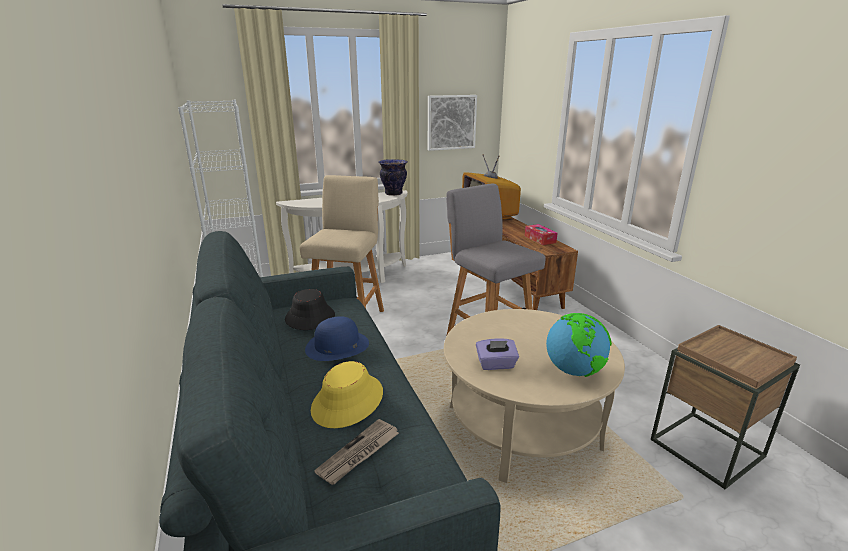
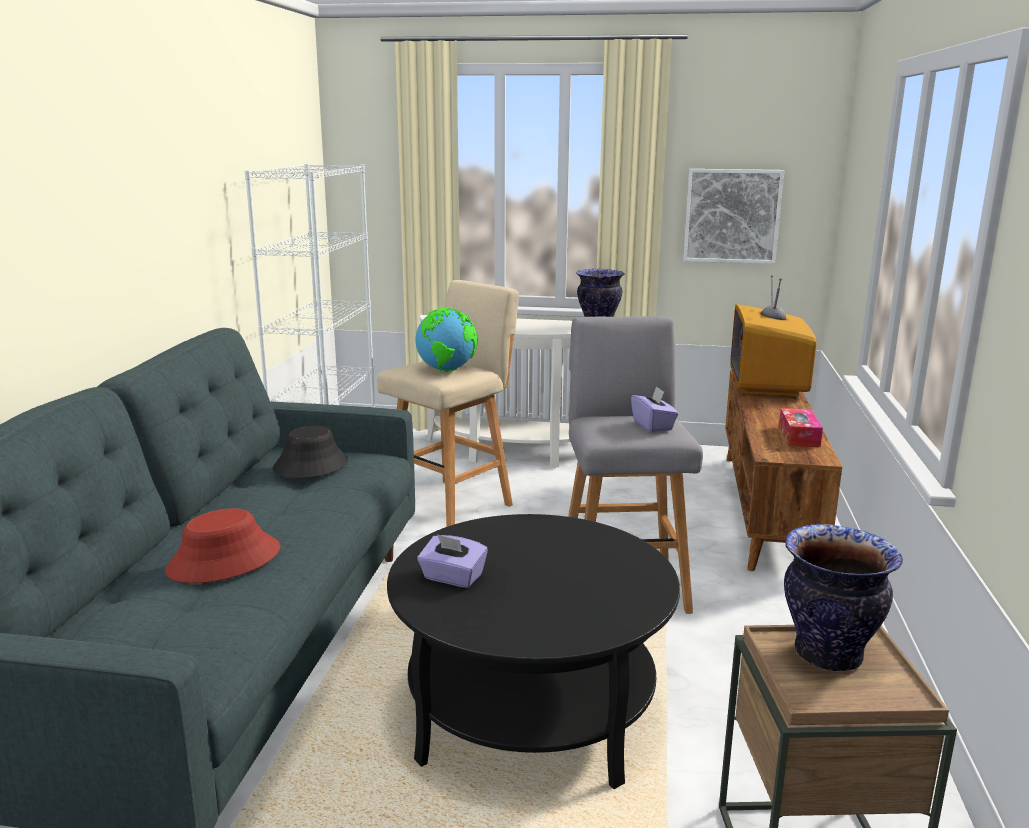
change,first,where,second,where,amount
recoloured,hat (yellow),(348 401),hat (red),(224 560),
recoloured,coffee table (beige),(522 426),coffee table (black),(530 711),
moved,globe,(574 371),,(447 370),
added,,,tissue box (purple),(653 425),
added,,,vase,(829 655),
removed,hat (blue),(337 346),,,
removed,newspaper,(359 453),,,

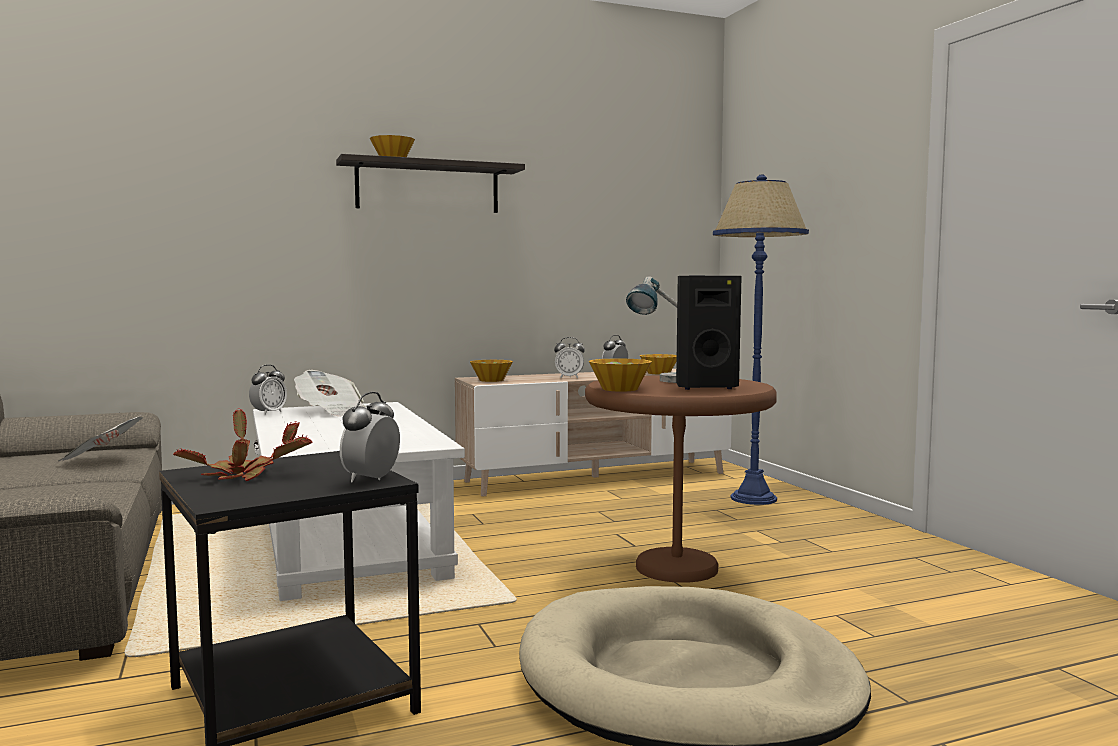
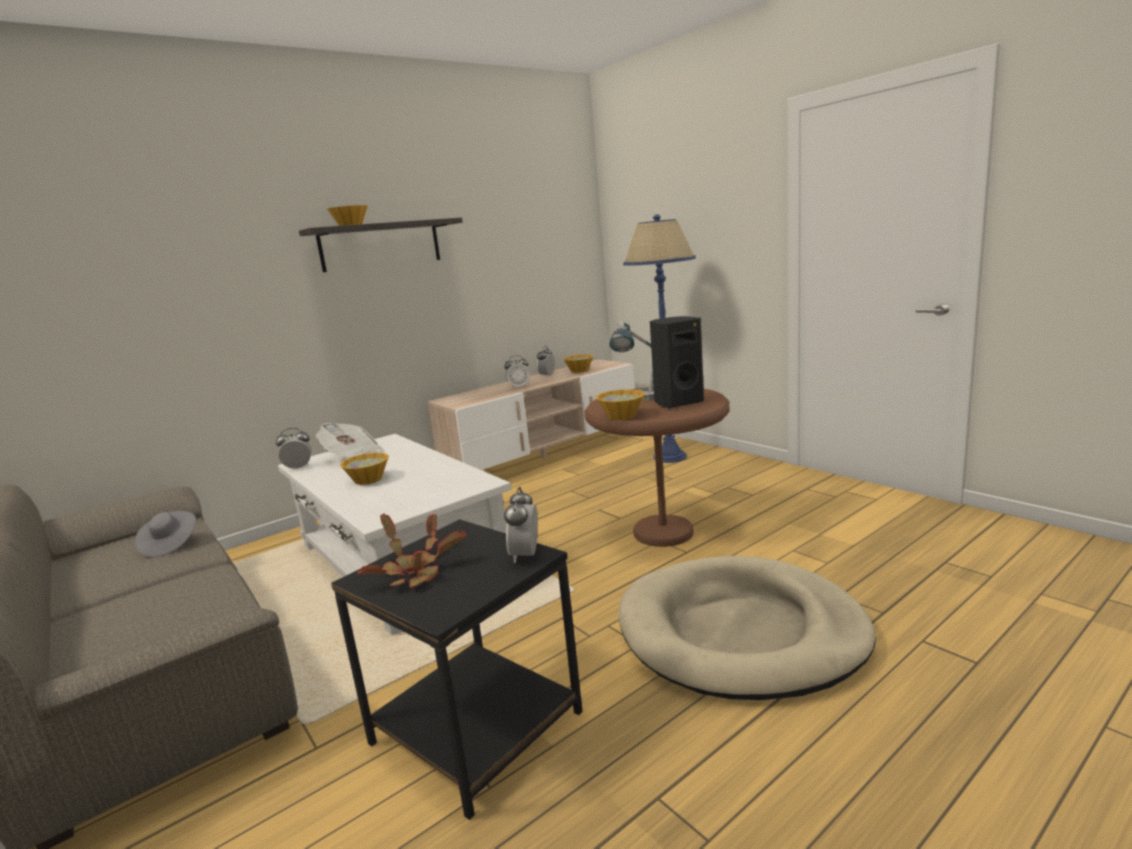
change,first,where,second,where,amount
replaced,newspaper,(102 460),hat (grey),(169 545),
turned,alarm clock,(268 413),,(298 468),120 degrees counterclockwise
moved,bowl,(491 380),,(368 480),

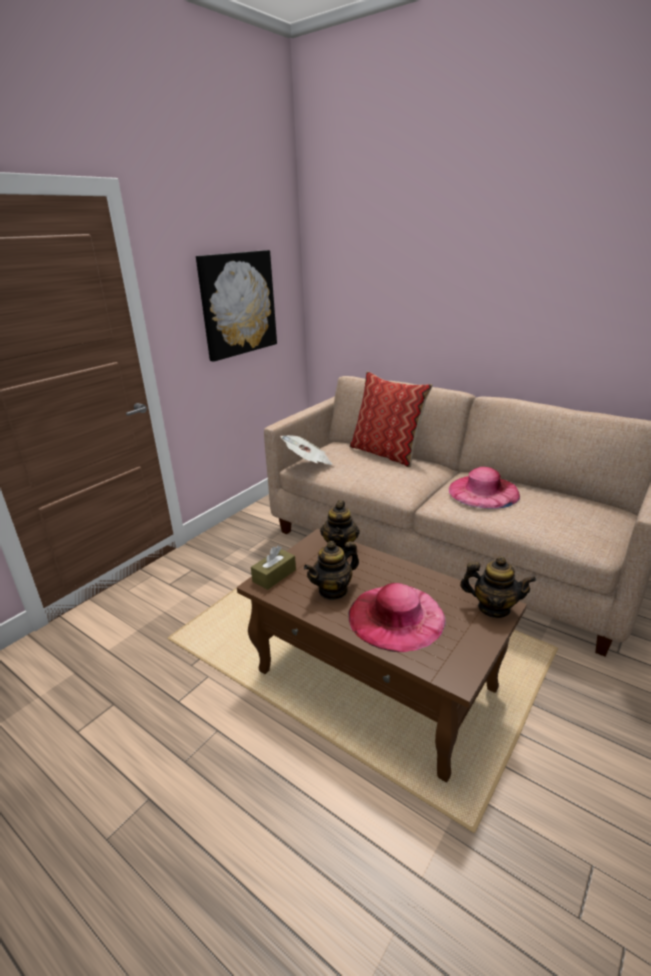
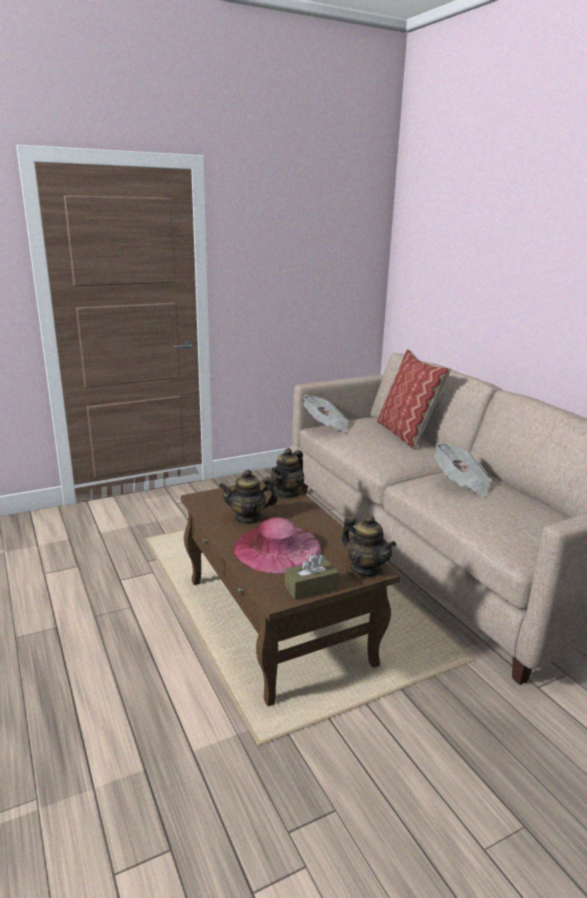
change,first,where,second,where,amount
moved,tissue box (brown),(274 575),,(311 588),
replaced,hat (pink),(483 491),newspaper,(461 484),
removed,picture,(238 304),,,

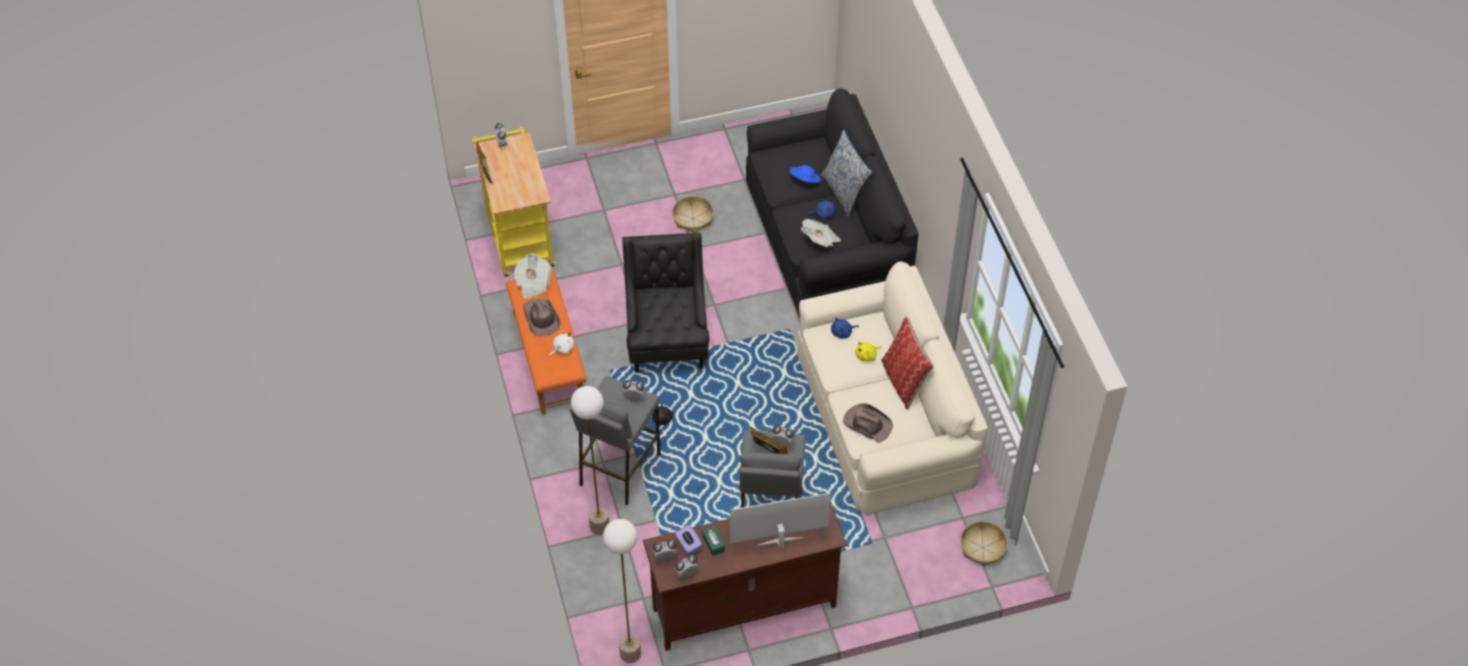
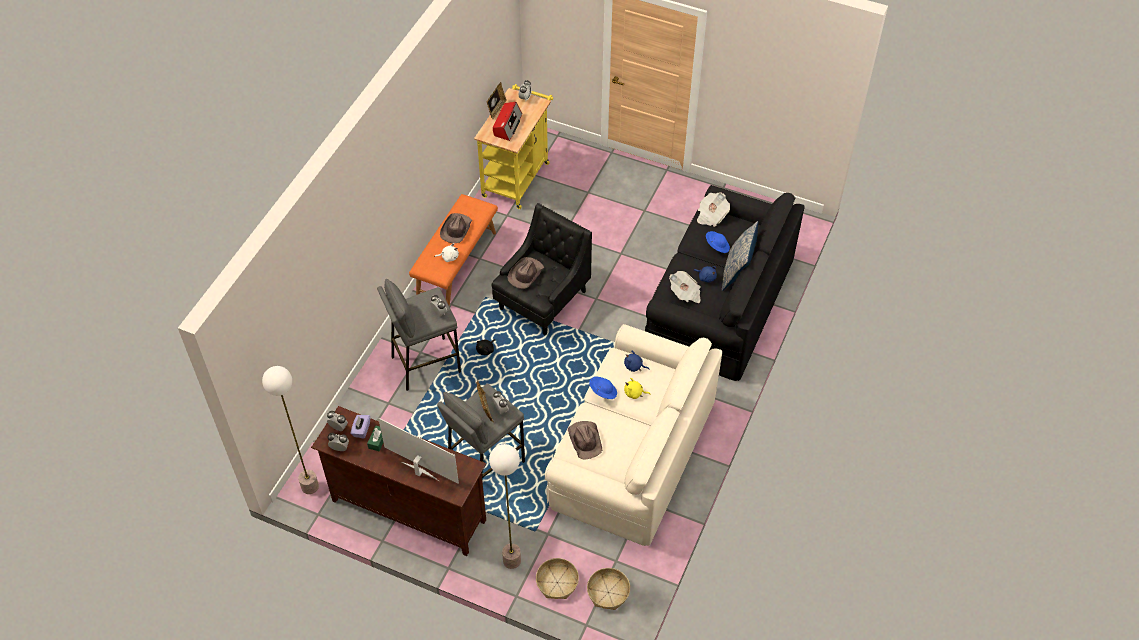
change,first,where,second,where,amount
moved,floor lamp,(599 526),,(511 561),
added,,,radio,(507 125),
added,,,hat (brown),(525 274),
moved,basket,(693 218),,(557 582),
added,,,hat (blue),(602 392),
moved,newspaper,(532 283),,(711 215),
removed,pillow,(904 382),,,

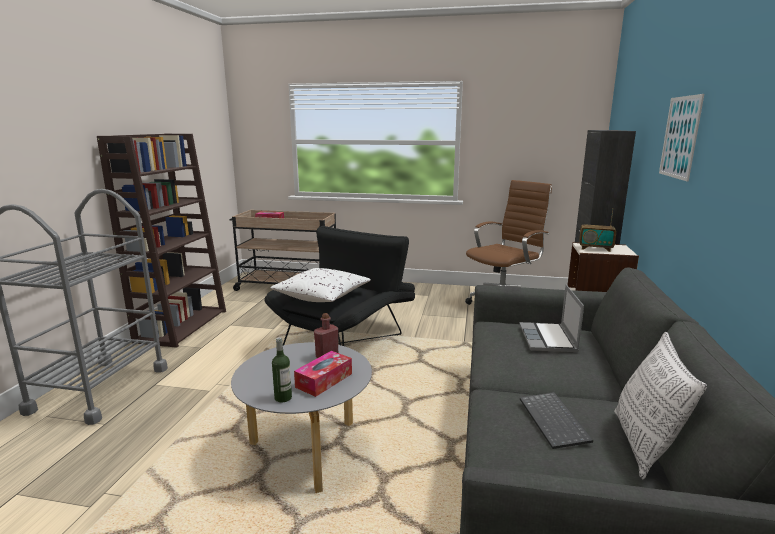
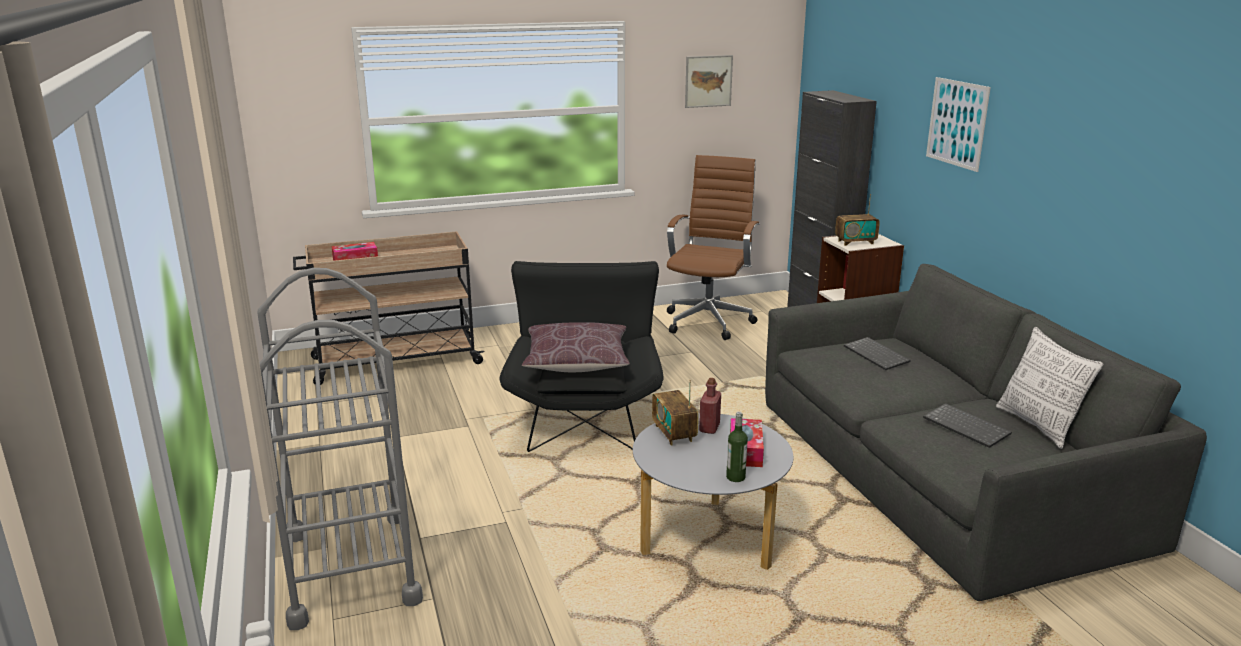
change,first,where,second,where,amount
recoloured,pillow (white),(322 296),pillow (brown),(576 362),
added,,,radio,(674 433),
added,,,picture,(708 81),
replaced,laptop,(548 339),keyboard,(877 355),
removed,bookcase (brown),(182 325),,,

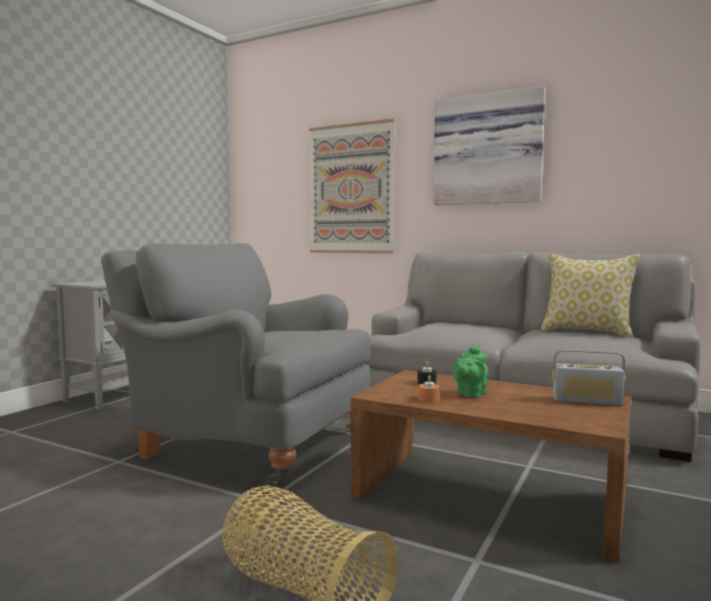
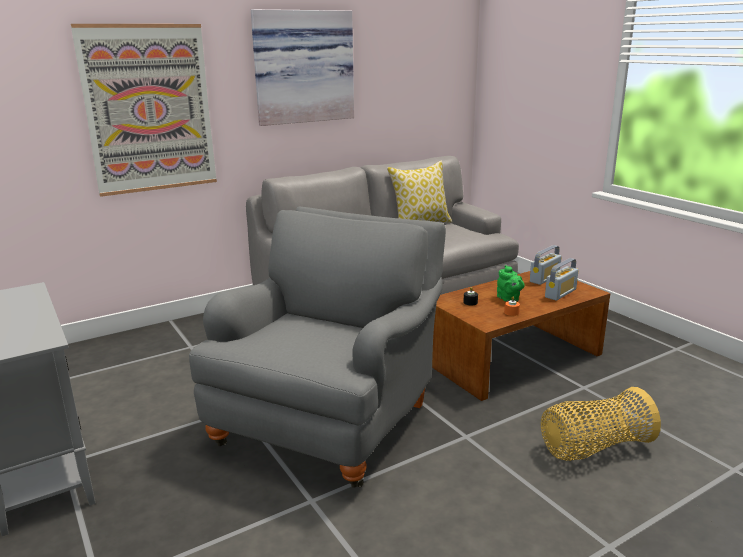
change,first,where,second,where,amount
turned,armchair (grey),(247 441),,(330 419),150 degrees clockwise
added,,,radio,(560 293),

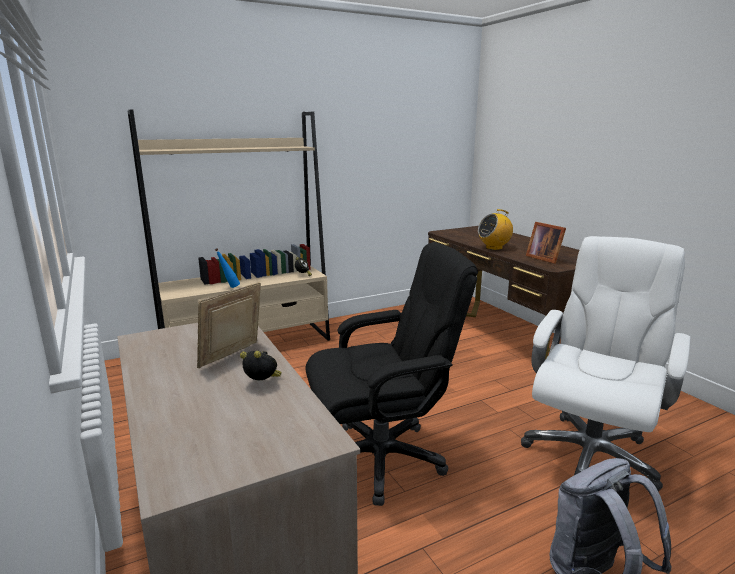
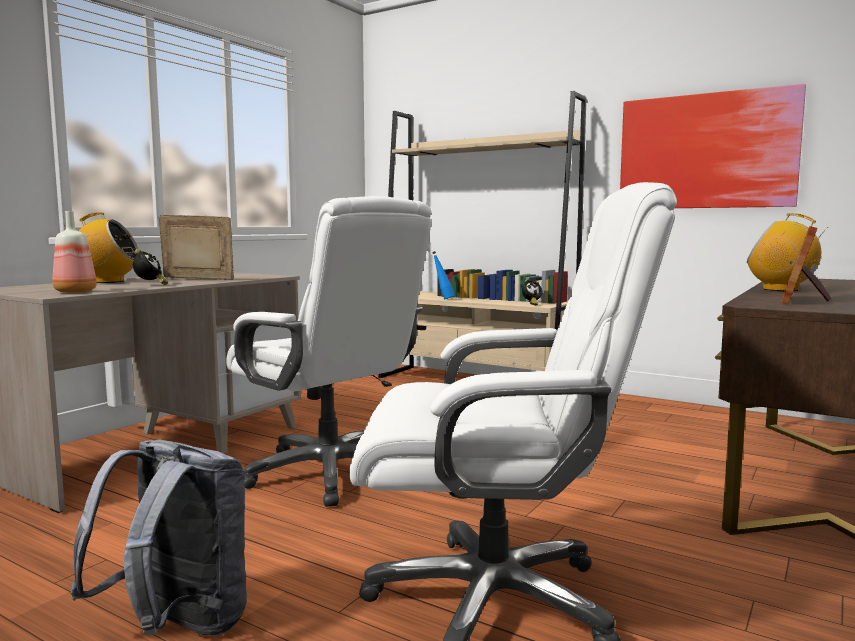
change,first,where,second,where,amount
added,,,bottle,(77 291),
added,,,radio,(108 281),
recoloured,office chair (black),(381 458),office chair (white),(330 473),
added,,,picture,(706 151),

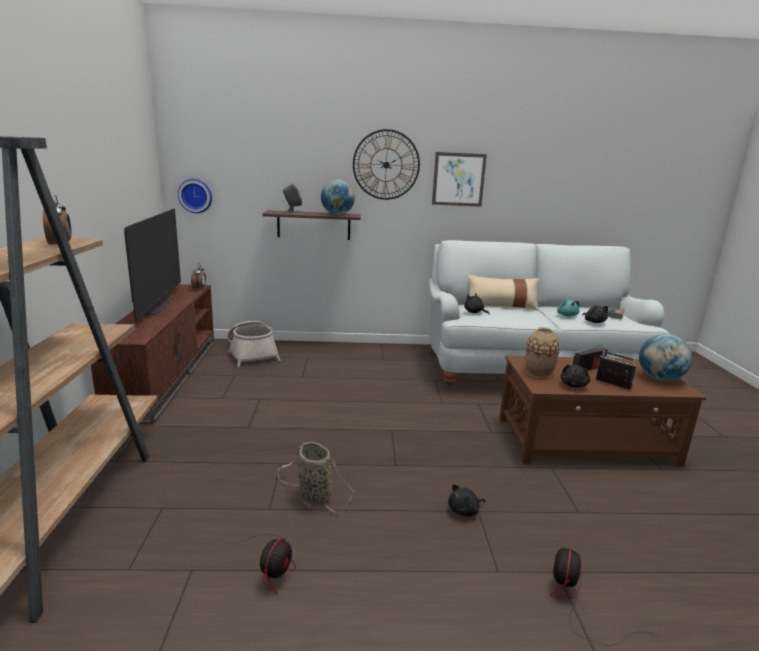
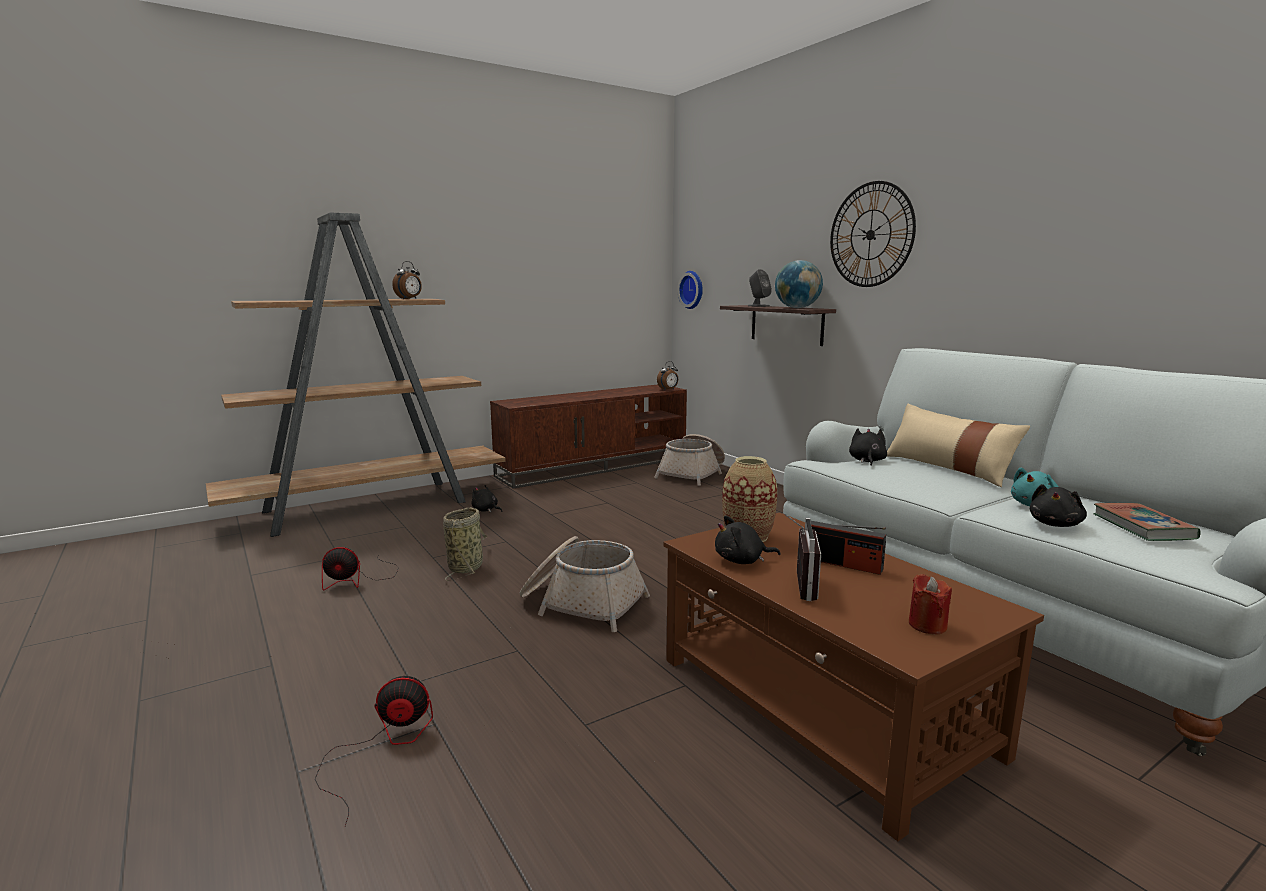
change,first,where,second,where,amount
moved,plush toy (black),(464 511),,(486 510),
added,,,basket,(582 603),
replaced,globe,(659 378),candle (red),(927 625),
removed,television,(160 306),,,
removed,picture,(458 179),,,

